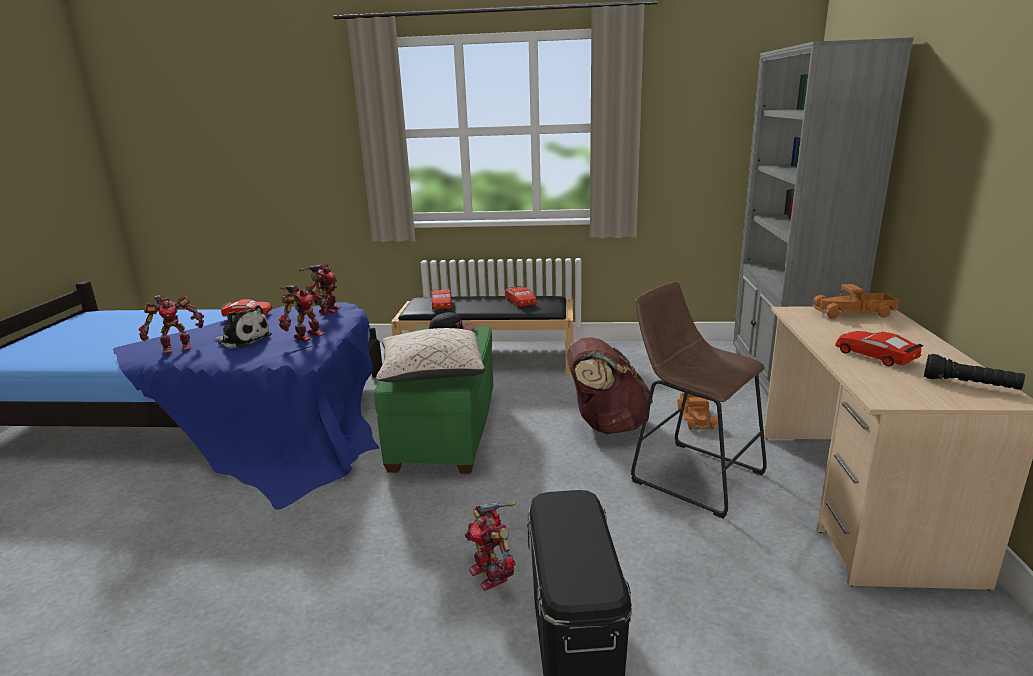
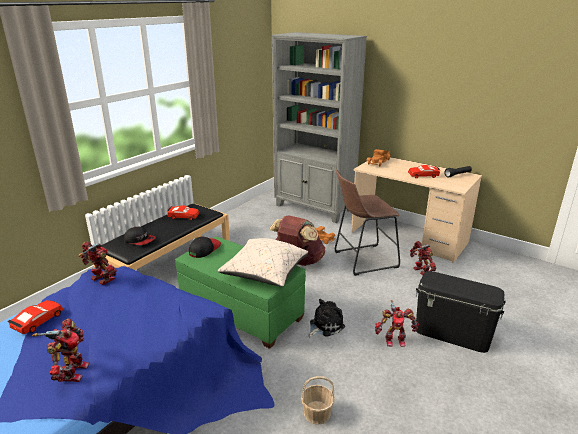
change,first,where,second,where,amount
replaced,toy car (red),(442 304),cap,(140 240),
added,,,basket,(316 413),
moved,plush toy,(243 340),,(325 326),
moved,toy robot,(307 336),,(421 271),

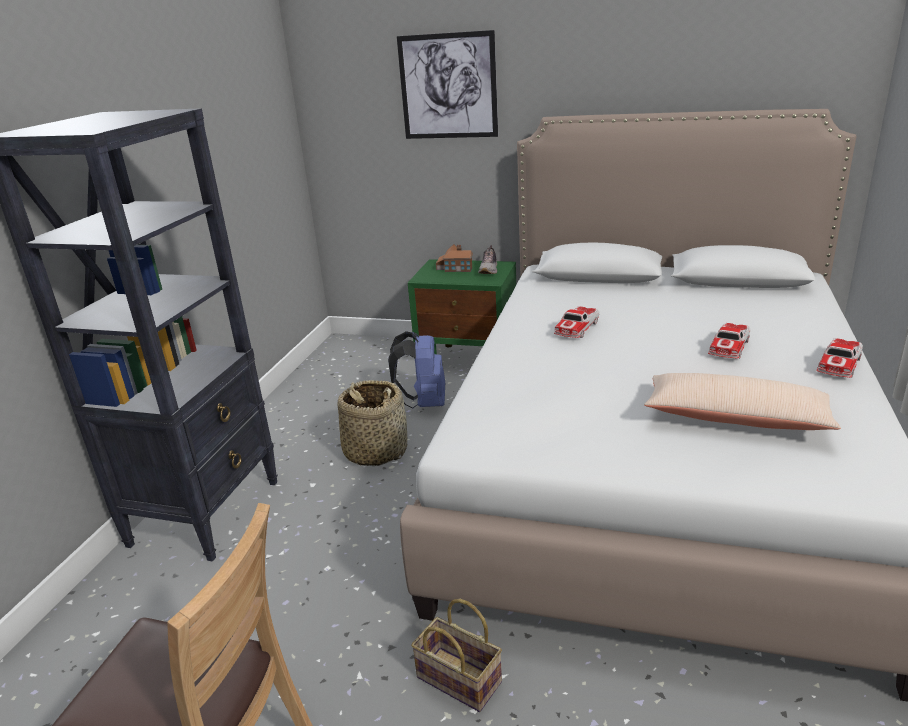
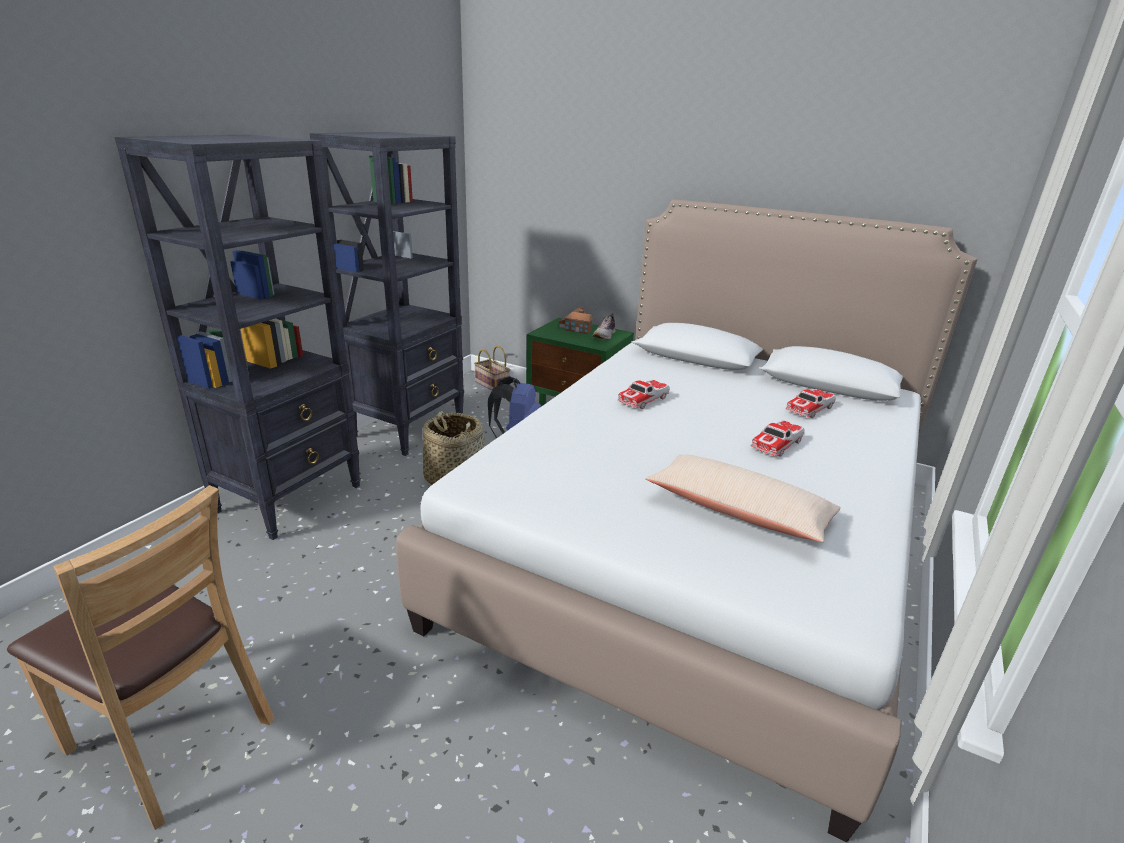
change,first,where,second,where,amount
added,,,bookcase (black),(409 428),
moved,basket,(456 680),,(491 385),
moved,toy car,(839 365),,(809 409),
removed,picture,(448 86),,,

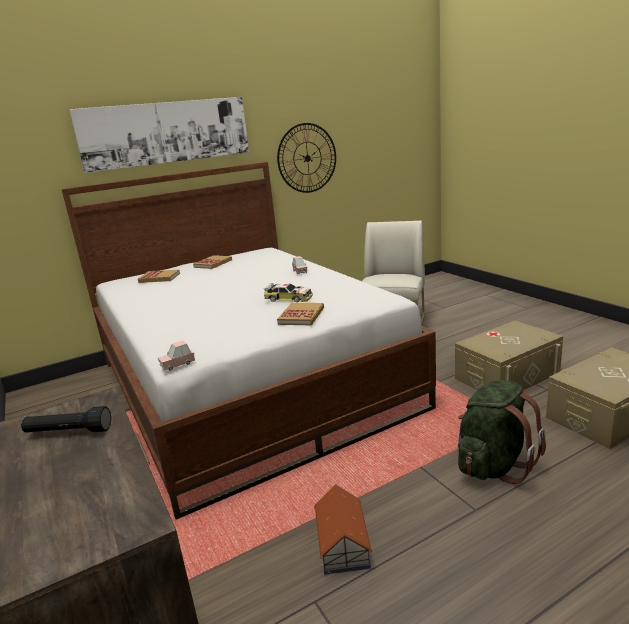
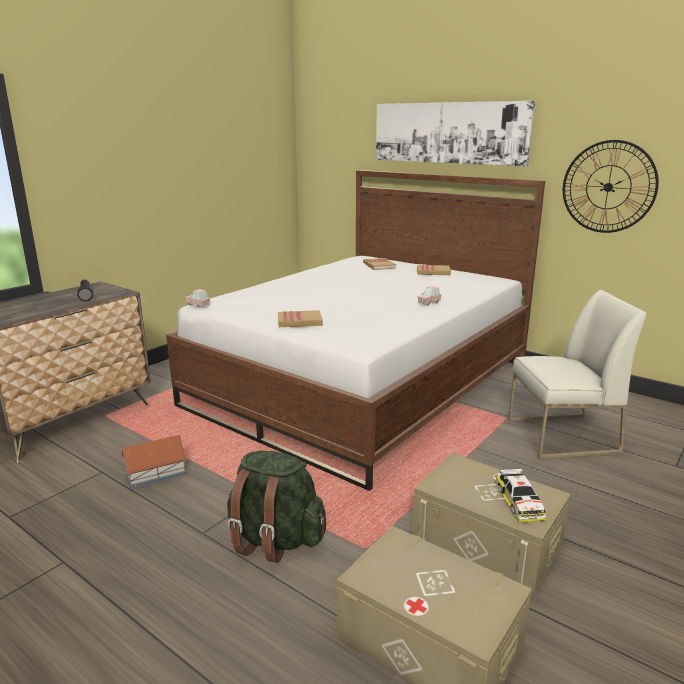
change,first,where,second,where,amount
moved,toy car,(289 298),,(519 502),

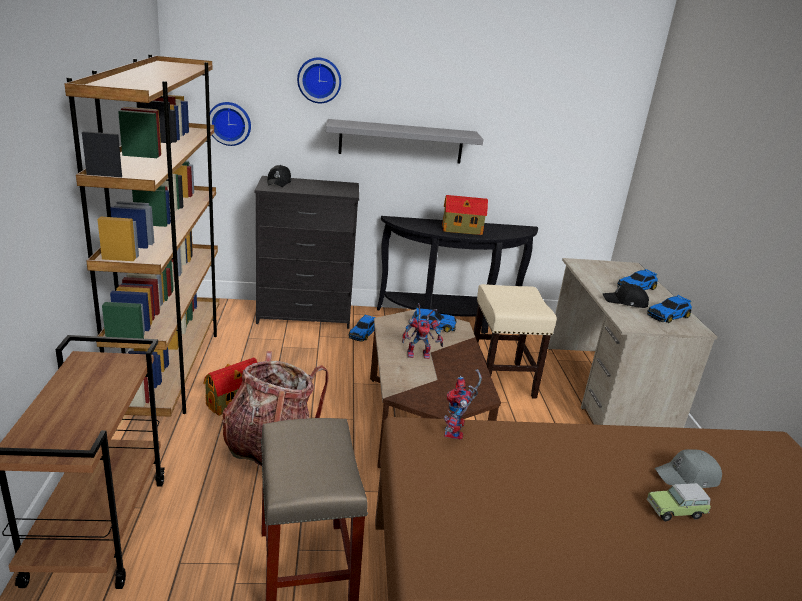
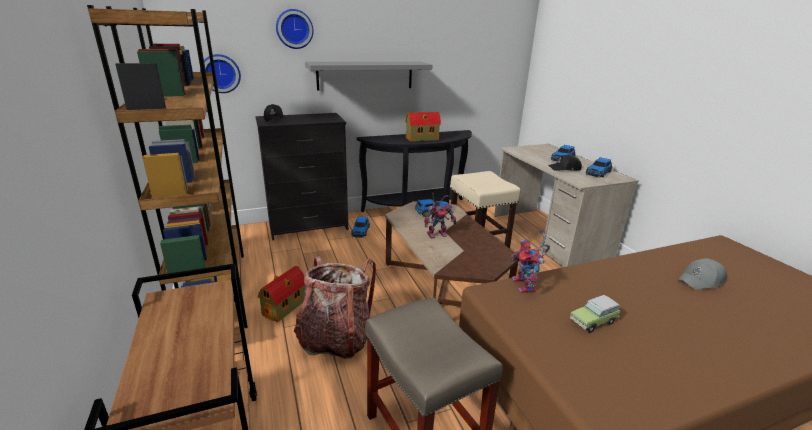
change,first,where,second,where,amount
moved,toy car,(677 511),,(594 321),

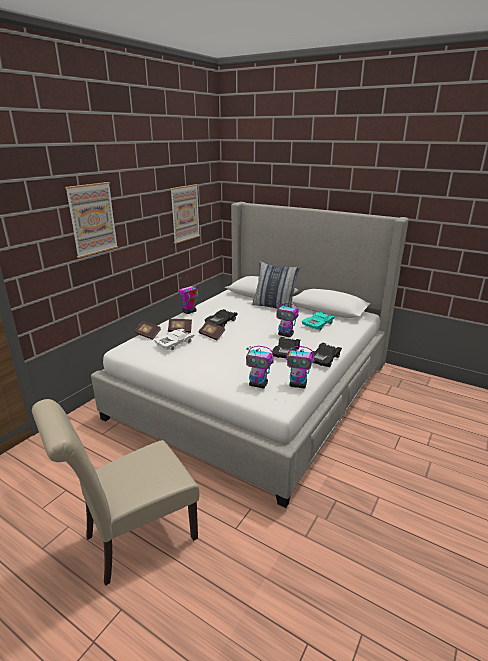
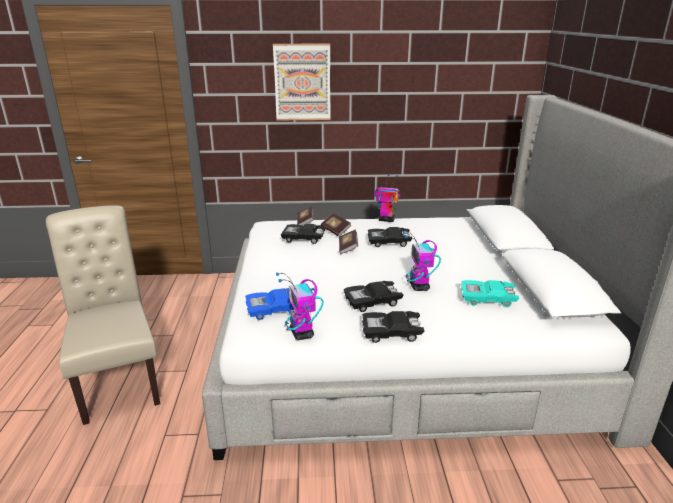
change,first,where,second,where,amount
turned,chair (beige),(134 539),,(119 380),45 degrees clockwise
replaced,toy robot,(258 385),toy car (blue),(274 309),
recoloured,toy car (white),(175 343),toy car (black),(304 238),
removed,picture,(184 213),,,
removed,pillow,(274 306),,,

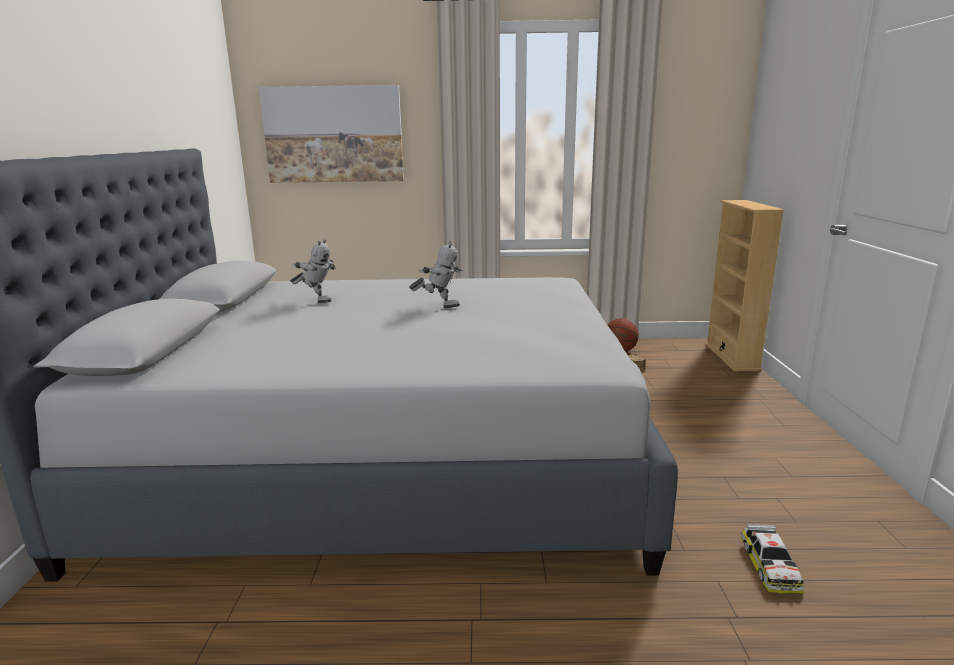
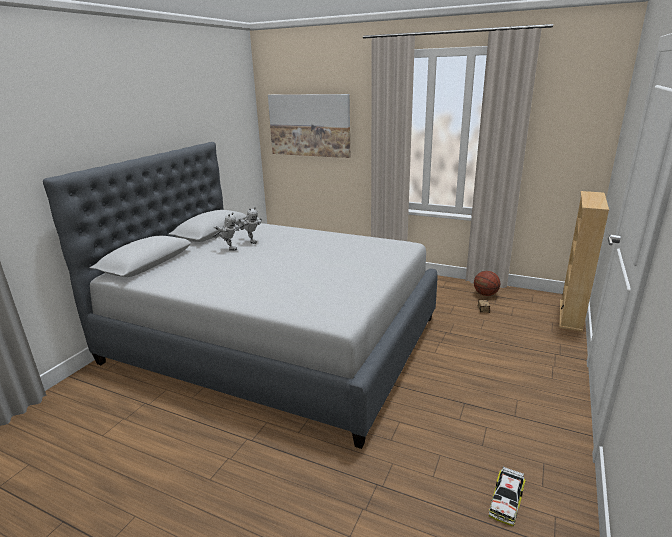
change,first,where,second,where,amount
moved,toy robot,(439 306),,(229 248),
moved,toy car,(770 566),,(506 500),

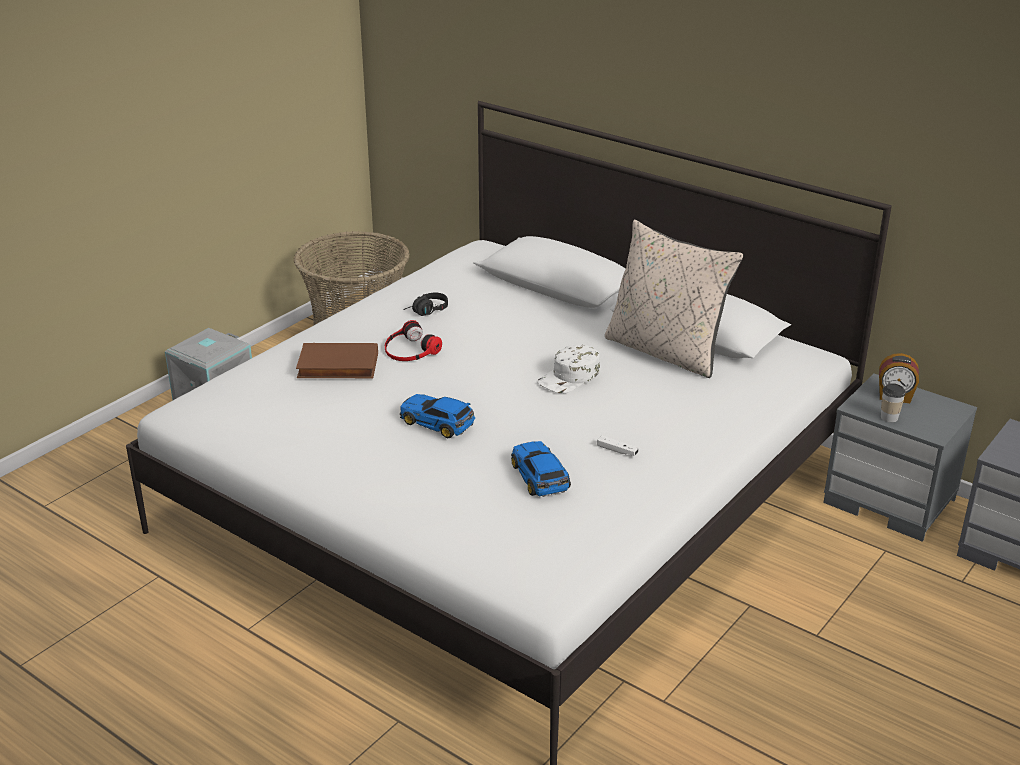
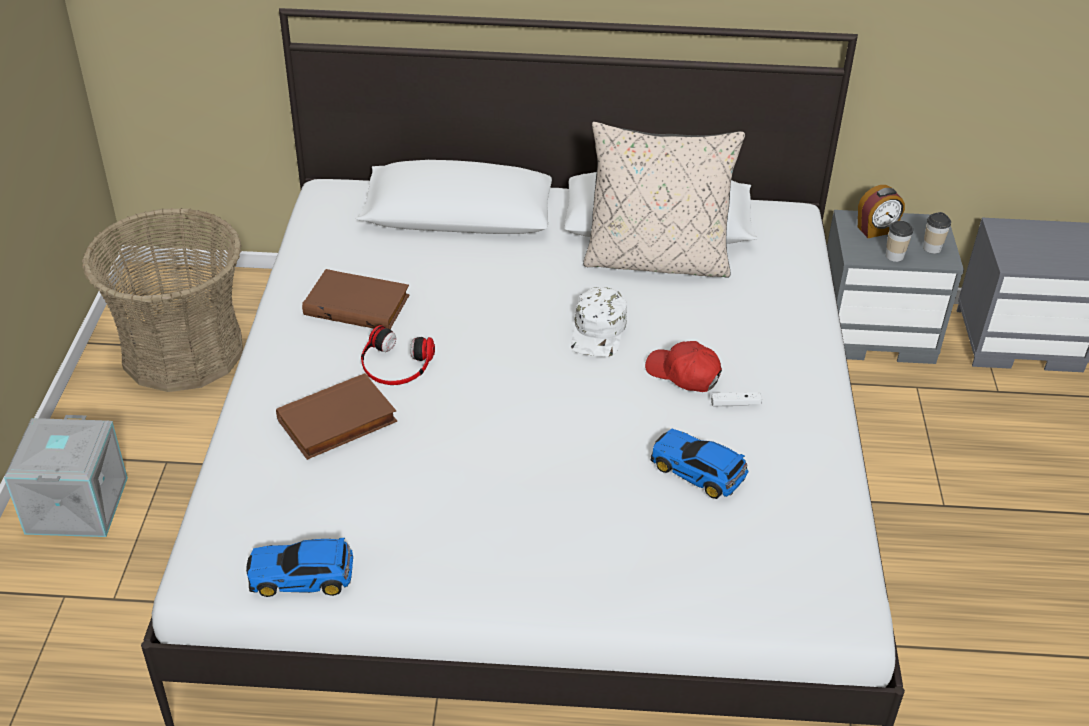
change,first,where,second,where,amount
moved,toy car,(438 423),,(303 576),
replaced,headphones (black),(426 312),book (brown),(358 304),
added,,,cap (red),(683 374),
added,,,cup,(932 248),

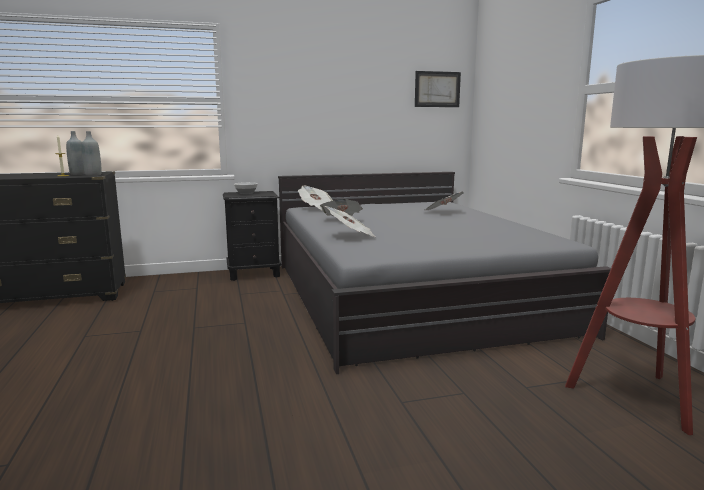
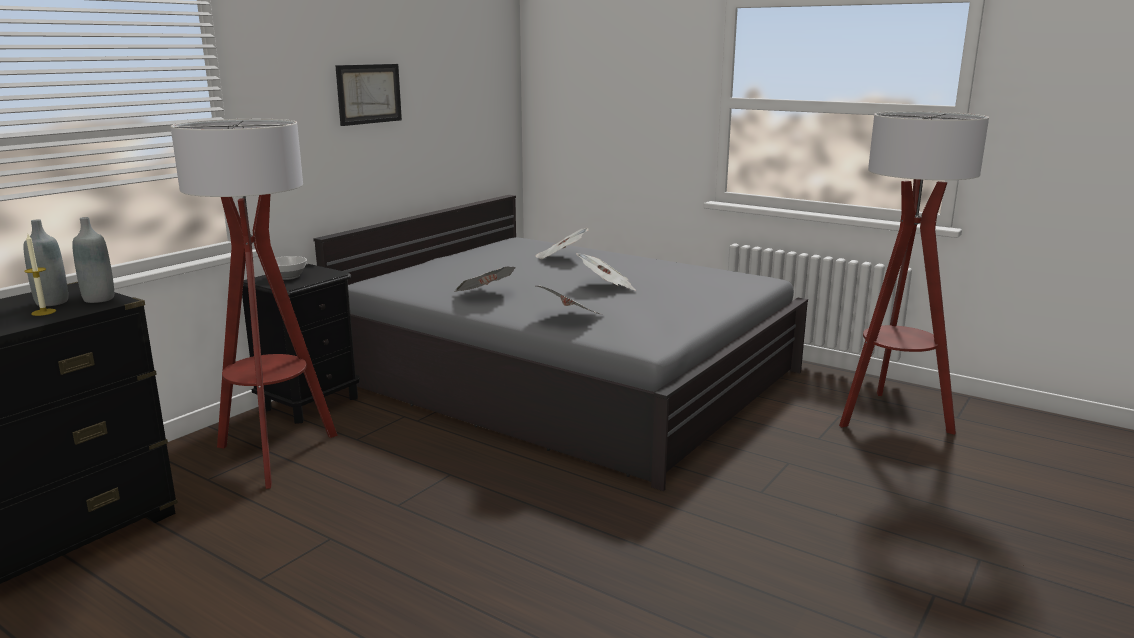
change,first,where,second,where,amount
added,,,floor lamp,(275 455),
moved,picture,(437 89),,(369 94),
moved,newspaper,(317 209),,(607 287),

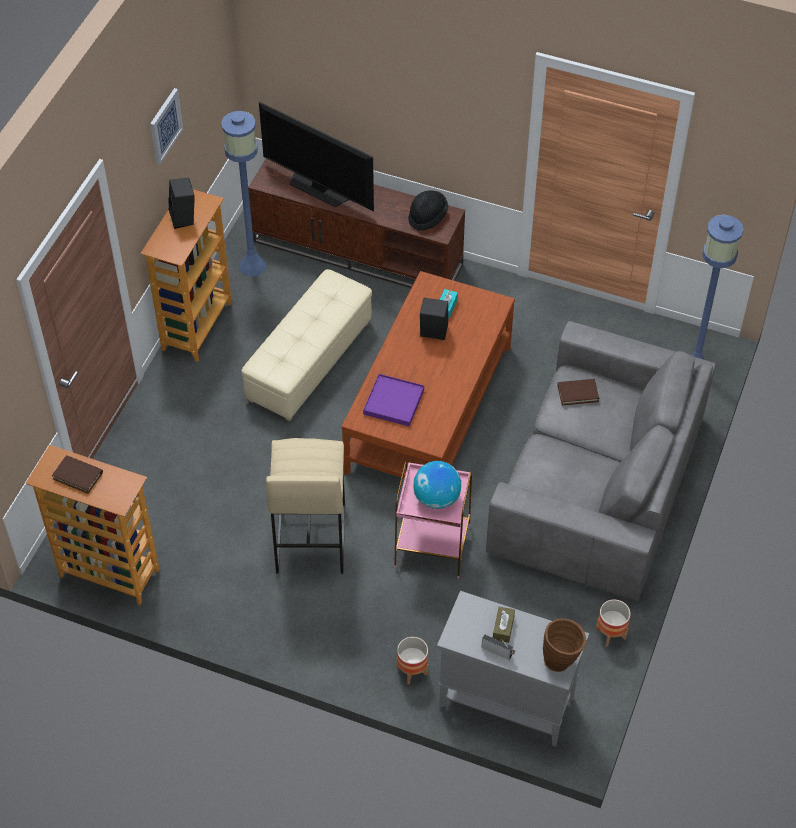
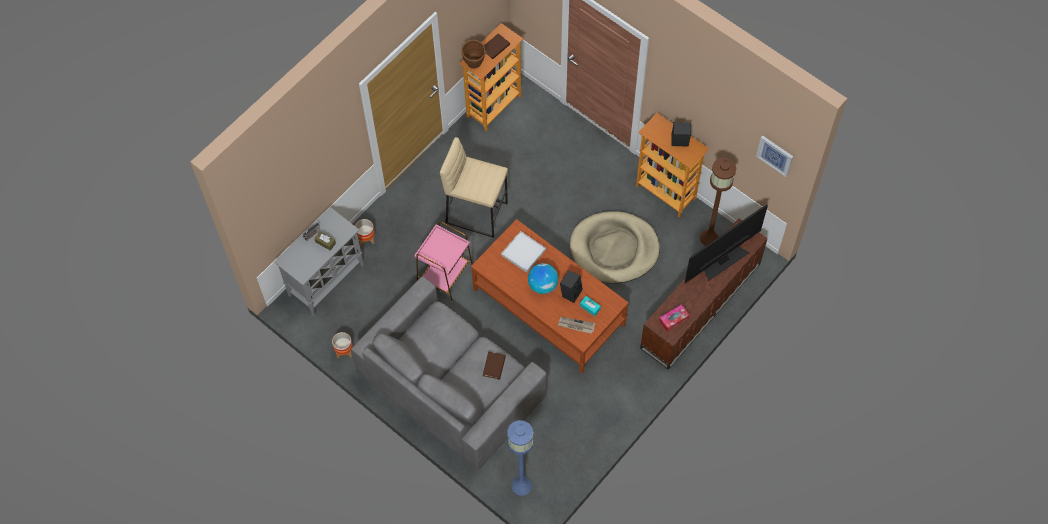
change,first,where,second,where,amount
moved,vase (brown),(561 659),,(474 66),
recoloured,tray (purple),(393 402),tray (white),(523 252),
moved,globe,(436 498),,(543 285),
added,,,newspaper,(576 325),
replaced,ottoman (beige),(309 360),dog bed (beige),(614 249),
replaced,hat (black),(427 216),tissue box,(674 320),
recoloured,floor lamp (blue),(252 266),floor lamp (brown),(709 238),
moved,picture,(165 125),,(775 155),

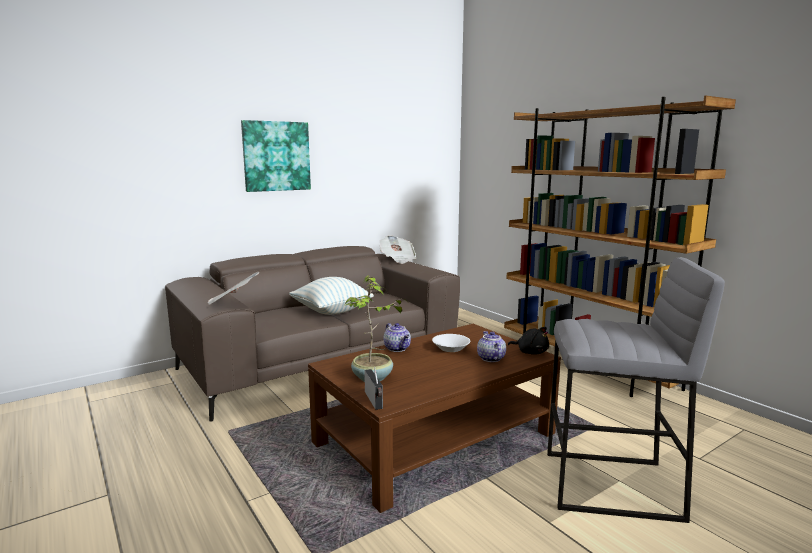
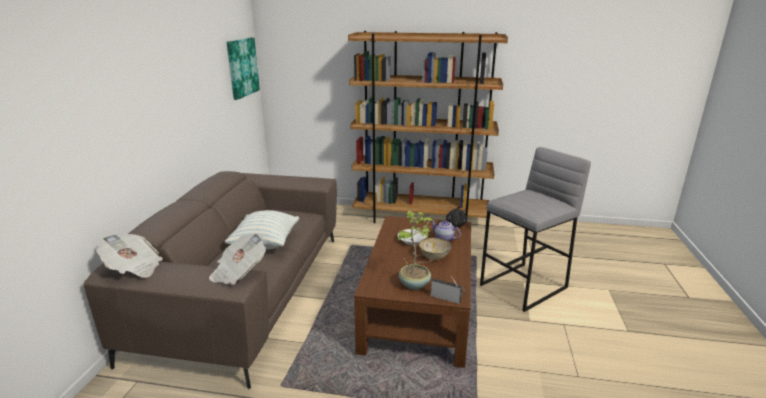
change,first,where,second,where,amount
moved,newspaper,(397 259),,(134 268),
moved,picture,(276 156),,(242 67),
added,,,bowl,(435 256),
removed,teapot,(398 348),,,

